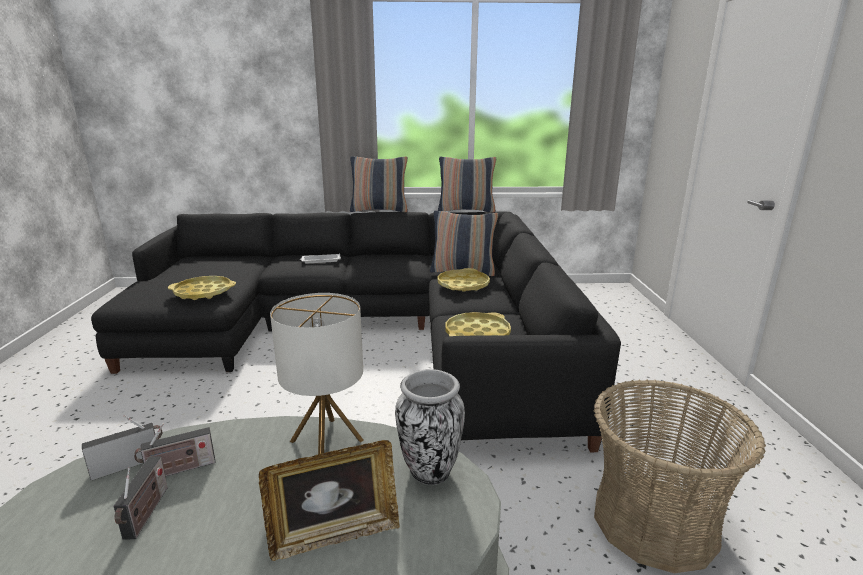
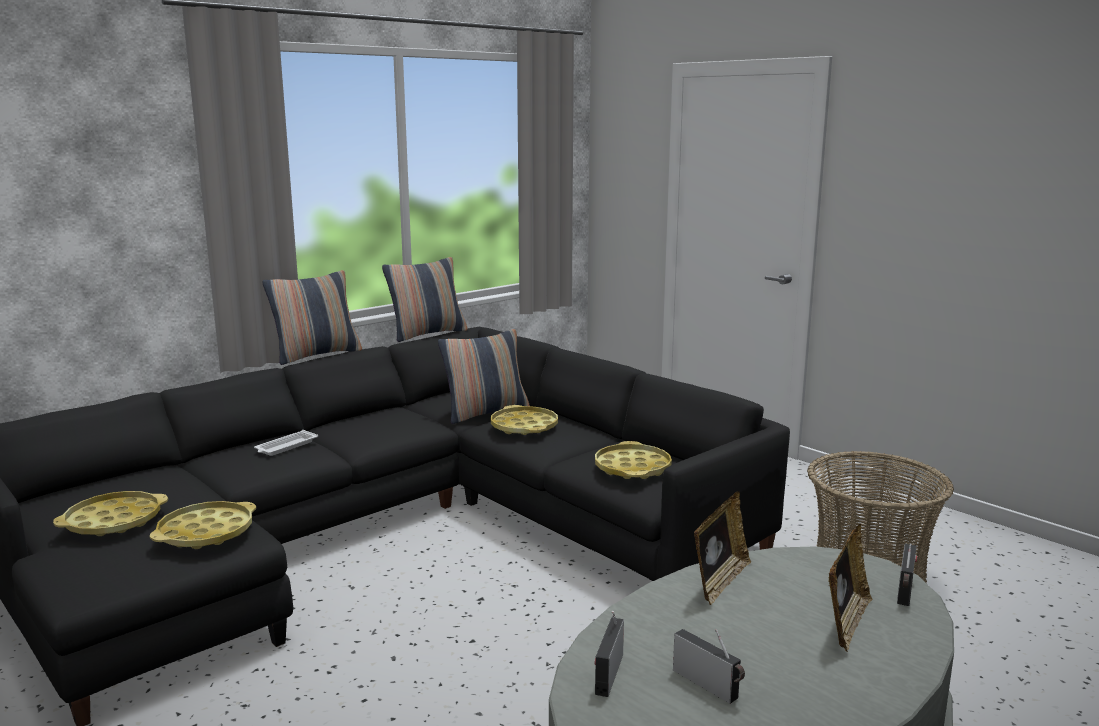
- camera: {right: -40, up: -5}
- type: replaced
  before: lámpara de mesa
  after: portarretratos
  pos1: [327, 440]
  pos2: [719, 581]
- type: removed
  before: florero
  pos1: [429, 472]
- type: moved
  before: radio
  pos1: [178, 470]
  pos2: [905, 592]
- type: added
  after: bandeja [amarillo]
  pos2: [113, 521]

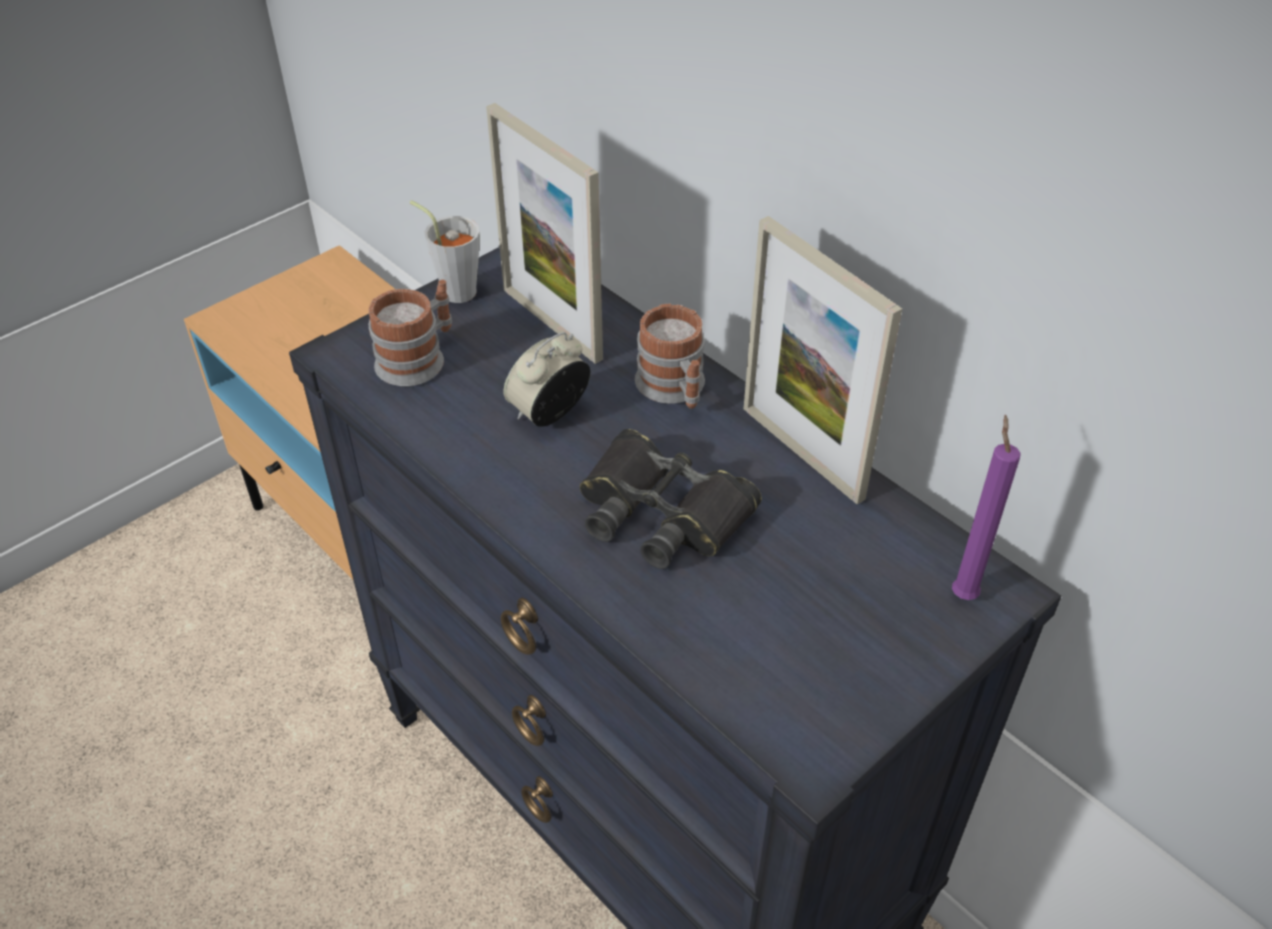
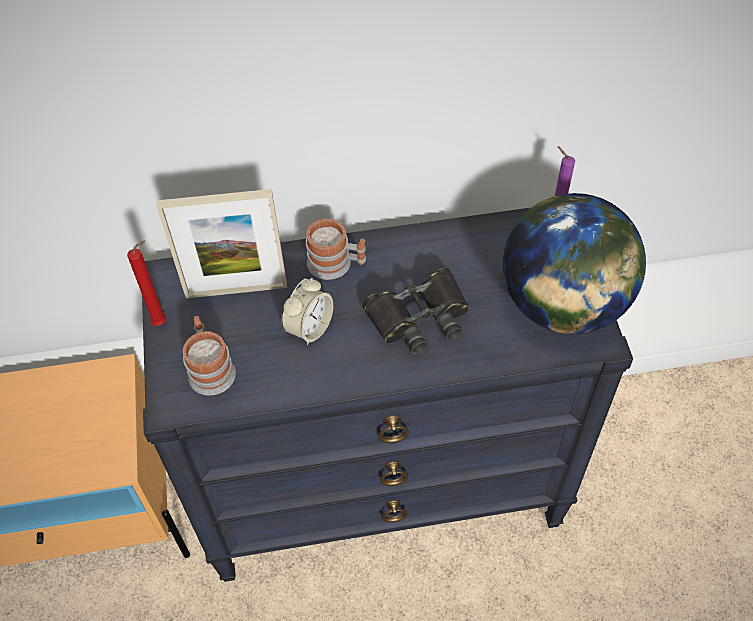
- camera: {right: -55, up: 10}
- type: replaced
  before: taza [gris]
  after: vela [rojo]
  pos1: [453, 289]
  pos2: [162, 322]
- type: removed
  before: portarretratos
  pos1: [802, 452]
- type: turned
  before: despertador
  pos1: [549, 413]
  pos2: [309, 328]
  turn: -135
- type: added
  after: globo terráqueo
  pos2: [562, 305]

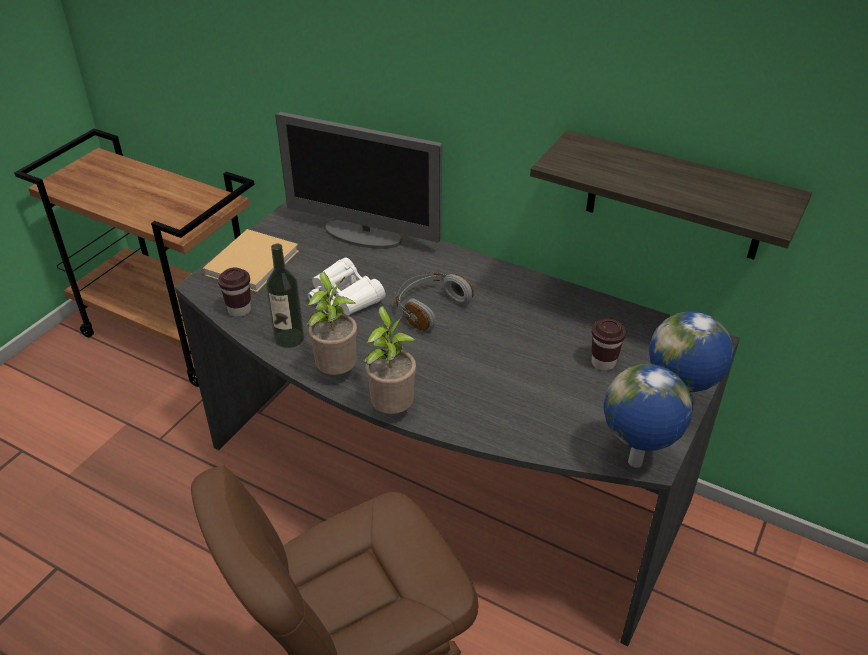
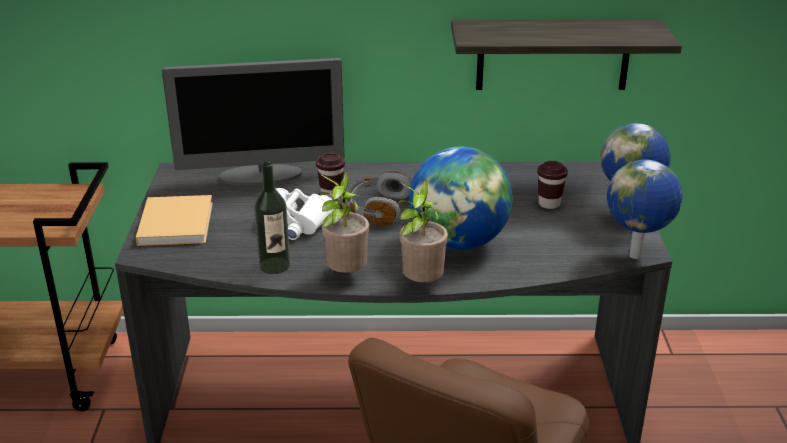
- camera: {right: -30, up: -10}
- type: moved
  before: taza [marrón]
  pos1: [239, 310]
  pos2: [331, 195]
- type: added
  after: globo terráqueo
  pos2: [458, 242]

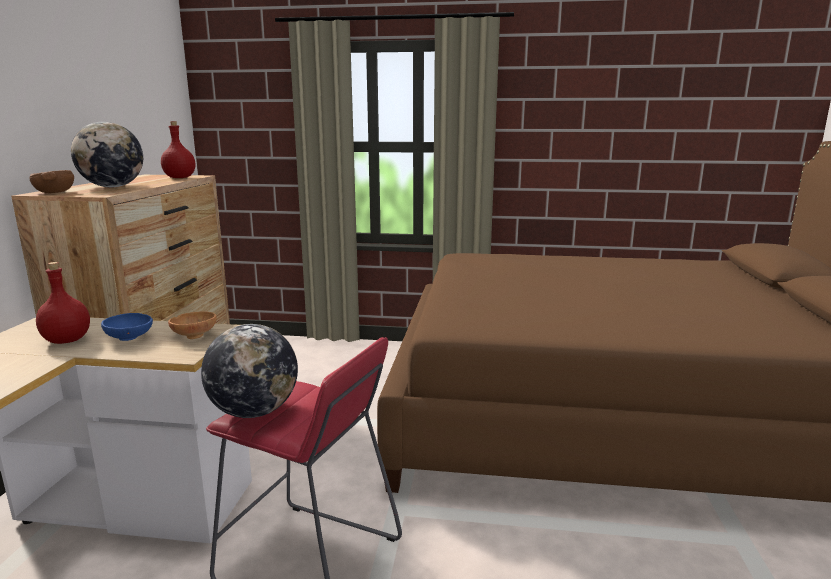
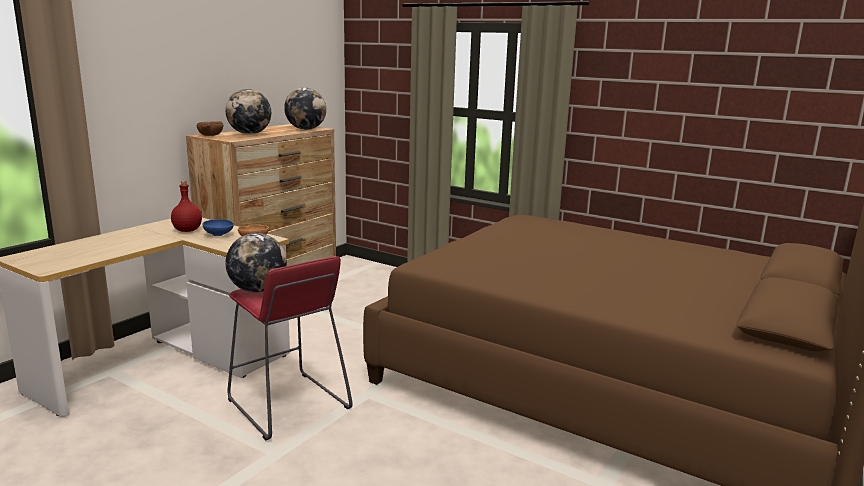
- camera: {right: 25, up: 0}
- type: replaced
  before: botella [rojo]
  after: globo terráqueo
  pos1: [180, 178]
  pos2: [306, 129]

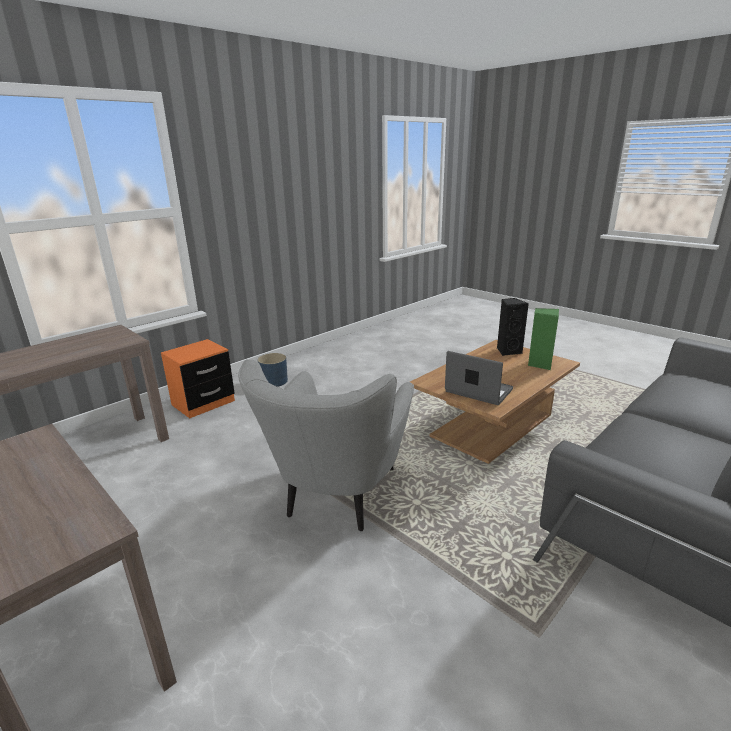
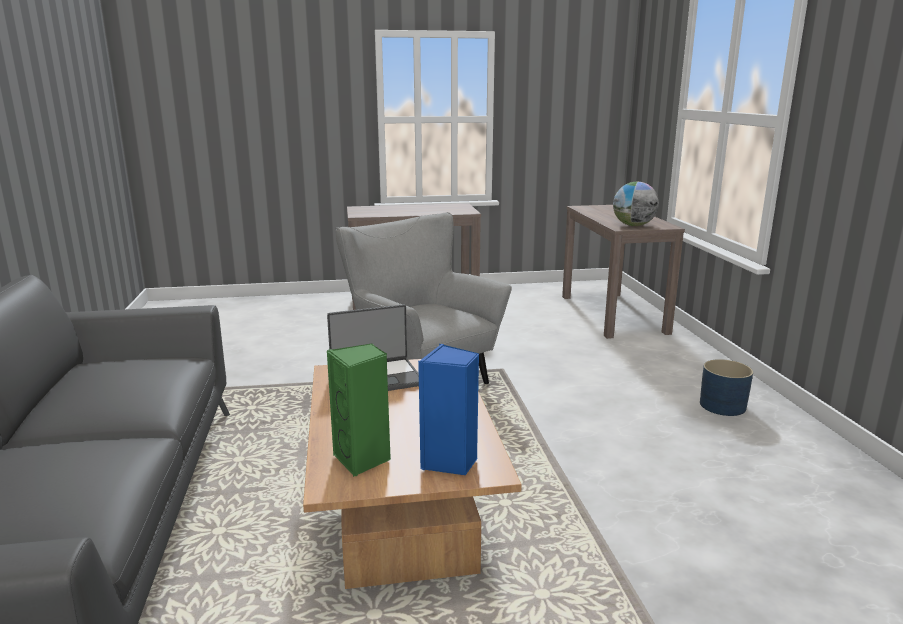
- camera: {right: 125, up: -5}
- type: recoloured
  before: altavoz [negro]
  after: altavoz [azul]
  pos1: [508, 351]
  pos2: [450, 462]
- type: removed
  before: mesita de noche [naranja]
  pos1: [203, 403]
- type: added
  after: globo terráqueo
  pos2: [633, 225]

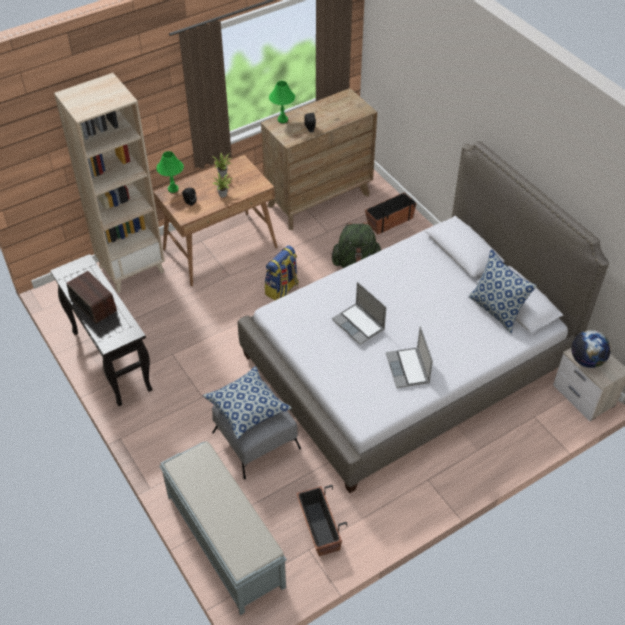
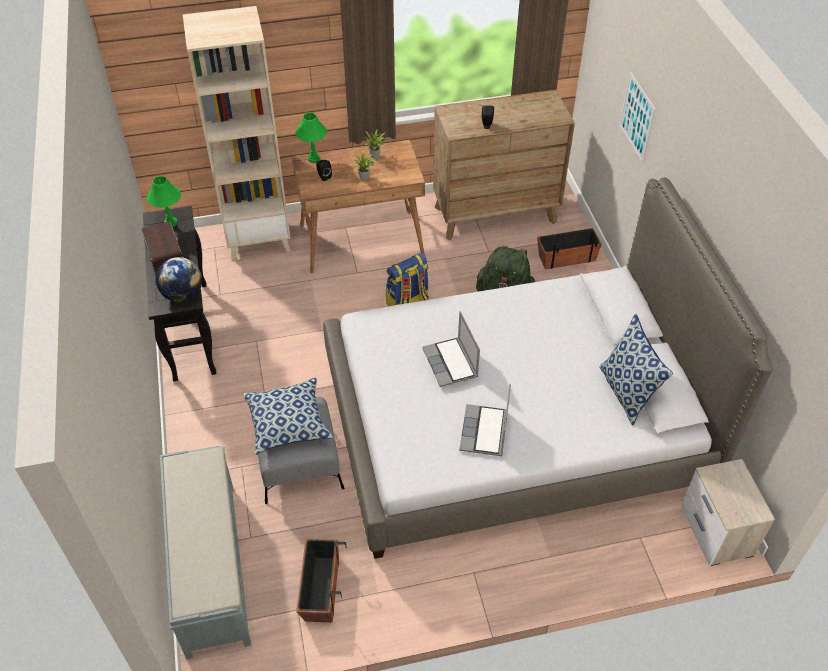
- camera: {right: 20, up: 0}
- type: moved
  before: lámpara de mesa [verde]
  pos1: [282, 120]
  pos2: [170, 223]
- type: moved
  before: globo terráqueo
  pos1: [587, 360]
  pos2: [183, 295]
- type: added
  after: cuadro
  pos2: [637, 117]

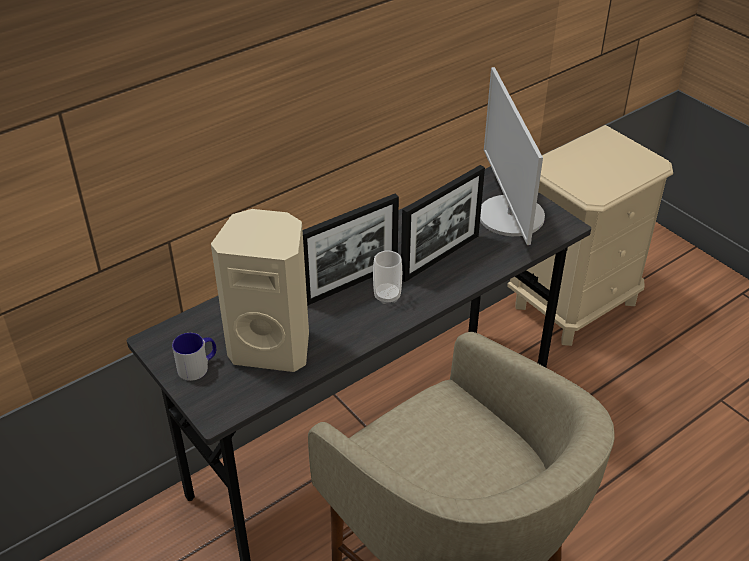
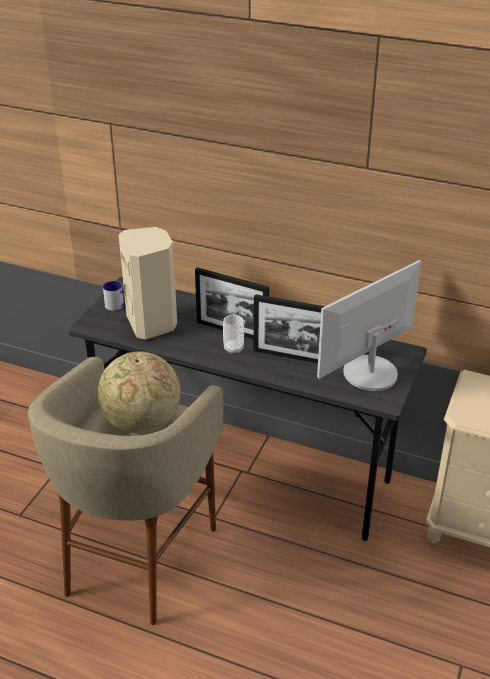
- camera: {right: 60, up: -5}
- type: added
  after: globo terráqueo
  pos2: [141, 423]

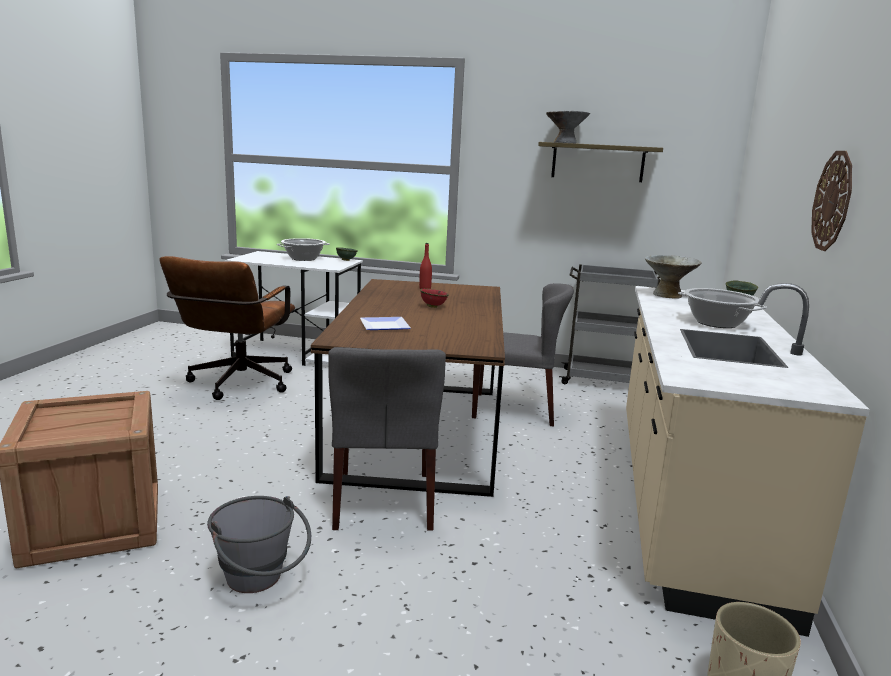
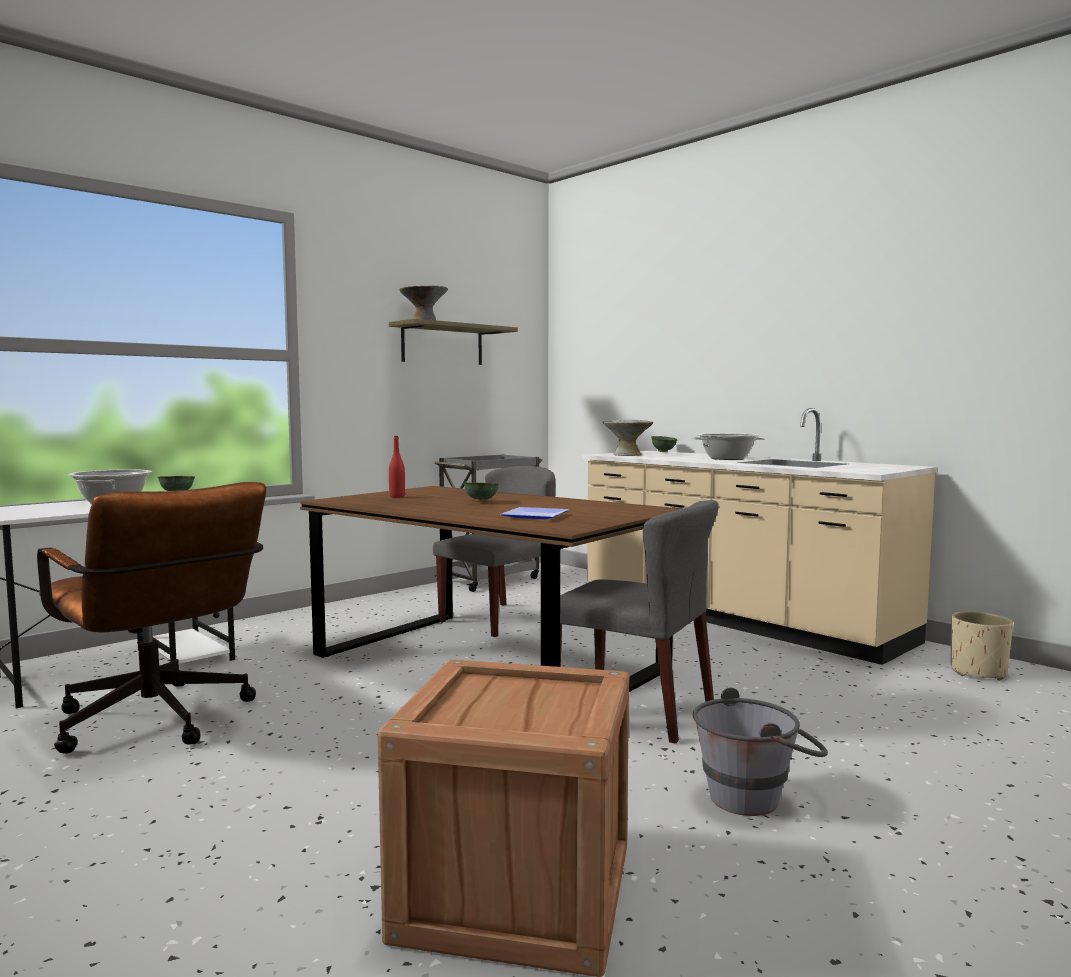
- camera: {right: -55, up: -10}
- type: removed
  before: reloj de pared
  pos1: [833, 201]
- type: recoloured
  before: cuenco [rojo]
  after: cuenco [verde]
  pos1: [433, 306]
  pos2: [480, 502]

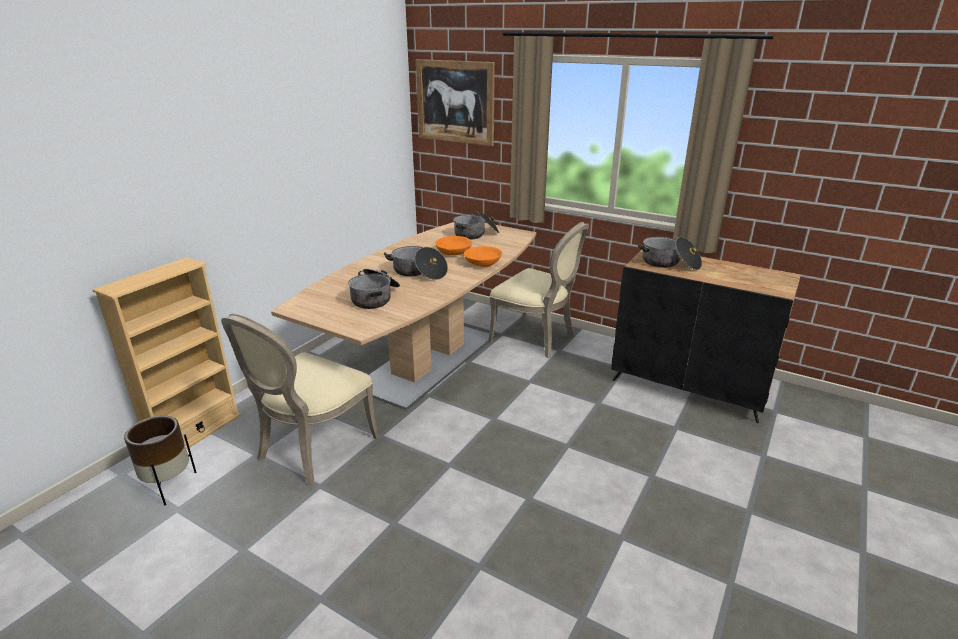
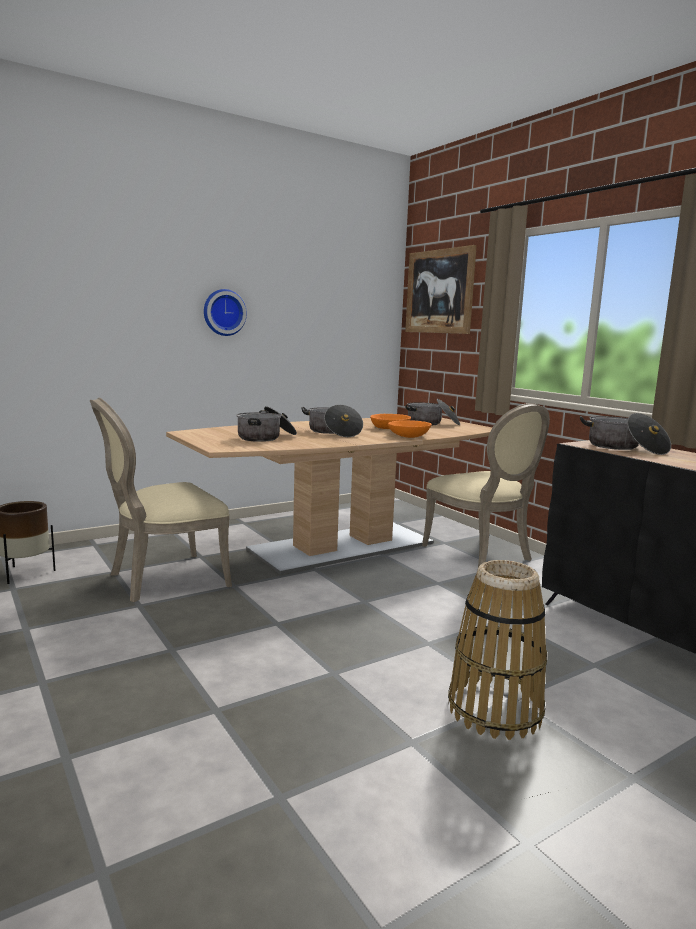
- camera: {right: 25, up: -15}
- type: removed
  before: estantería [beis]
  pos1: [195, 433]
- type: added
  after: reloj de pared
  pos2: [223, 312]
- type: added
  after: cesta
  pos2: [495, 710]

